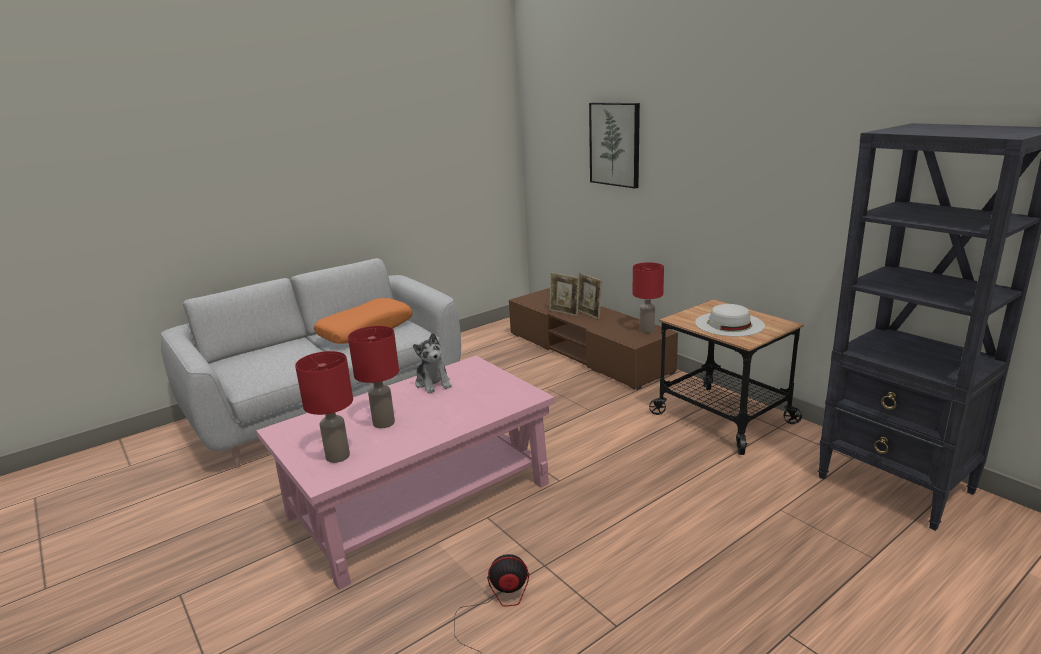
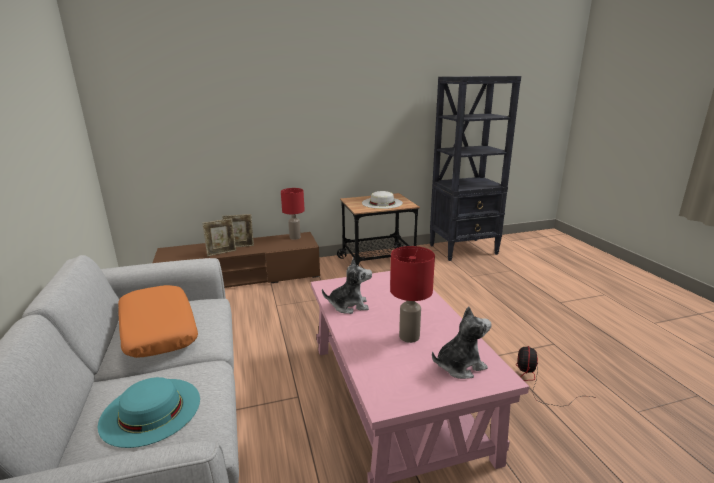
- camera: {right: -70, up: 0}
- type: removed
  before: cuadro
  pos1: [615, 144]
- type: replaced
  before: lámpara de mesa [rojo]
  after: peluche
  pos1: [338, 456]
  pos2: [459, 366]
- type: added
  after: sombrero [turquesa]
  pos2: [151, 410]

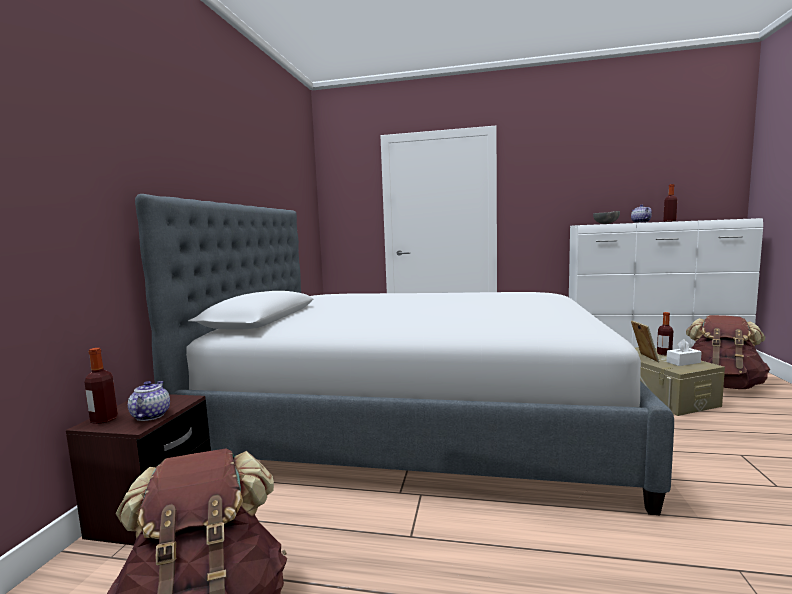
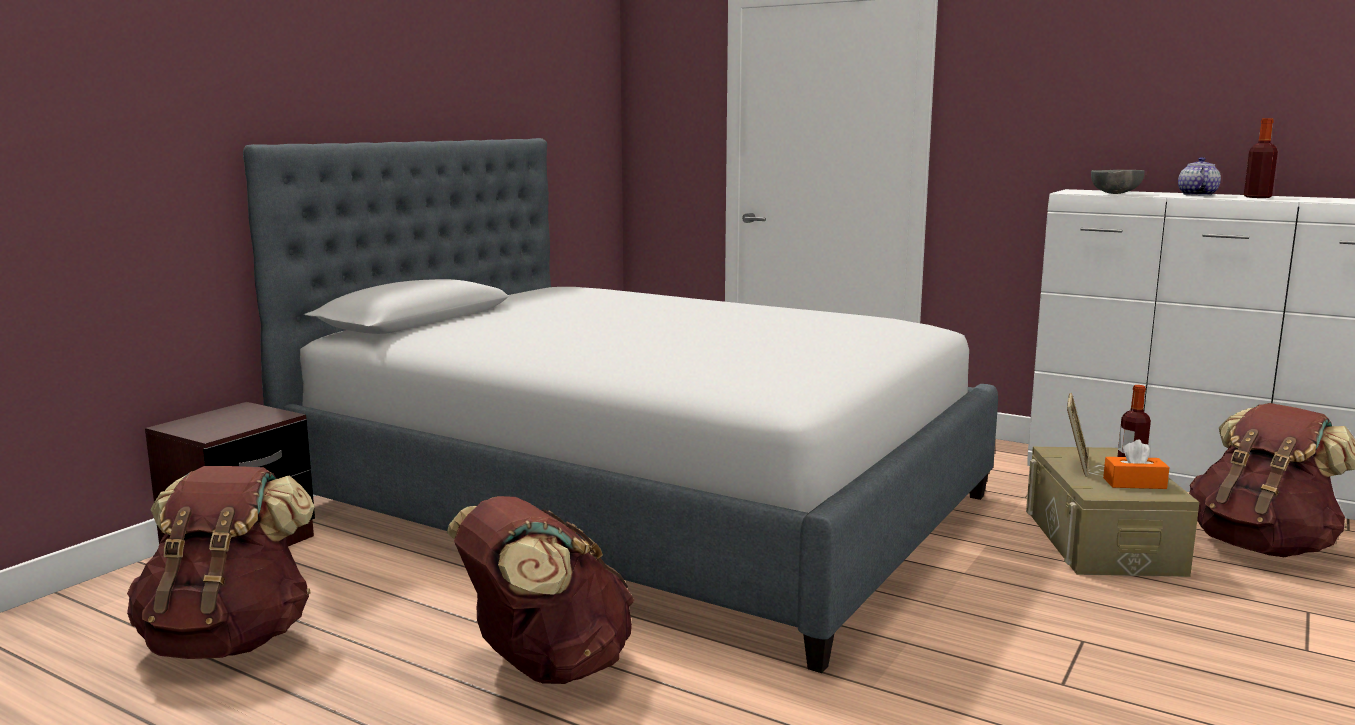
- camera: {right: 20, up: 5}
- type: recoloured
  before: caja de pañuelos [blanco]
  after: caja de pañuelos [naranja]
  pos1: [683, 362]
  pos2: [1134, 483]
- type: removed
  before: botella
  pos1: [104, 420]
- type: removed
  before: tetera
  pos1: [151, 415]
- type: added
  after: mochila [marrón]
  pos2: [545, 667]

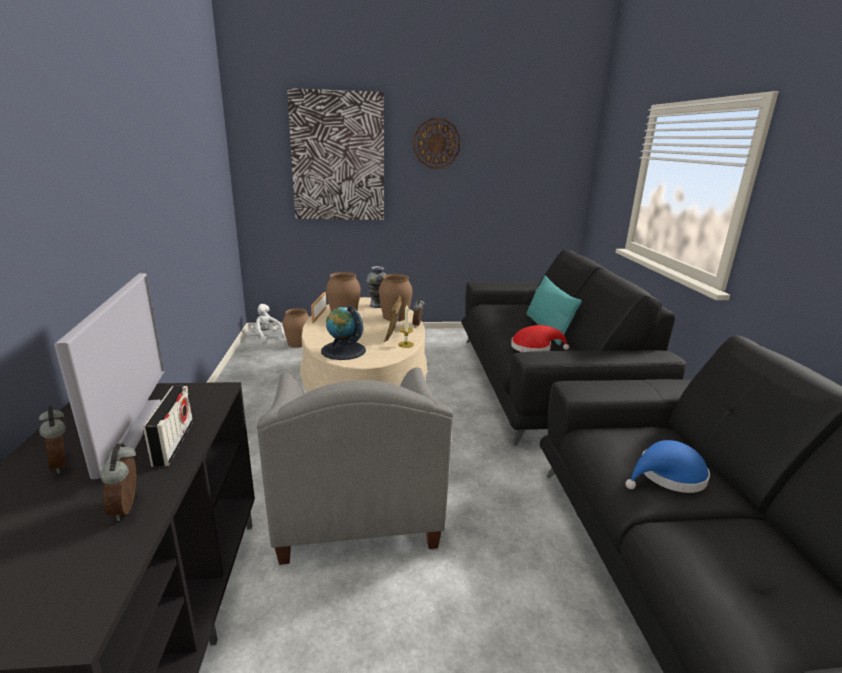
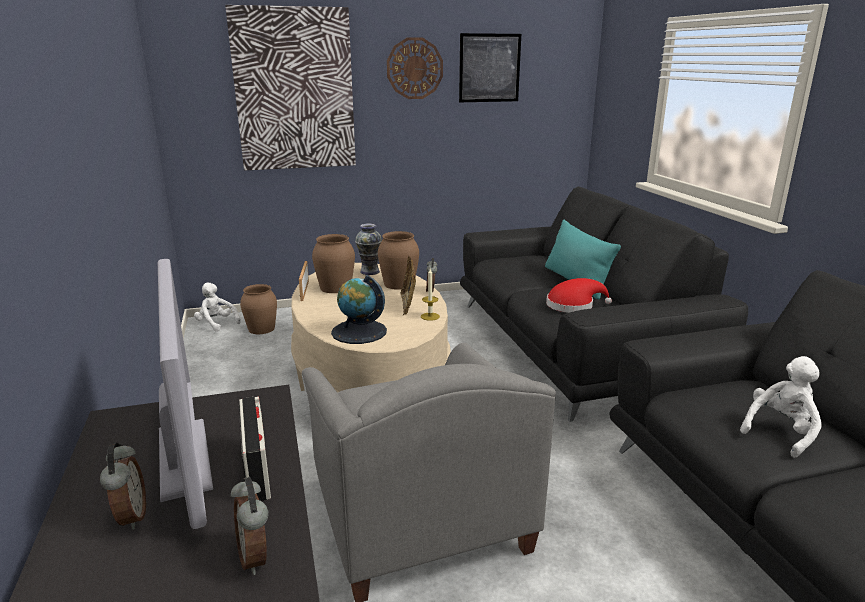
- camera: {right: -10, up: 0}
- type: turned
  before: despertador
  pos1: [63, 464]
  pos2: [130, 517]
  turn: -150
- type: replaced
  before: sombrero [azul]
  after: peluche [blanco]
  pos1: [667, 476]
  pos2: [780, 432]
- type: added
  after: cuadro
  pos2: [489, 68]

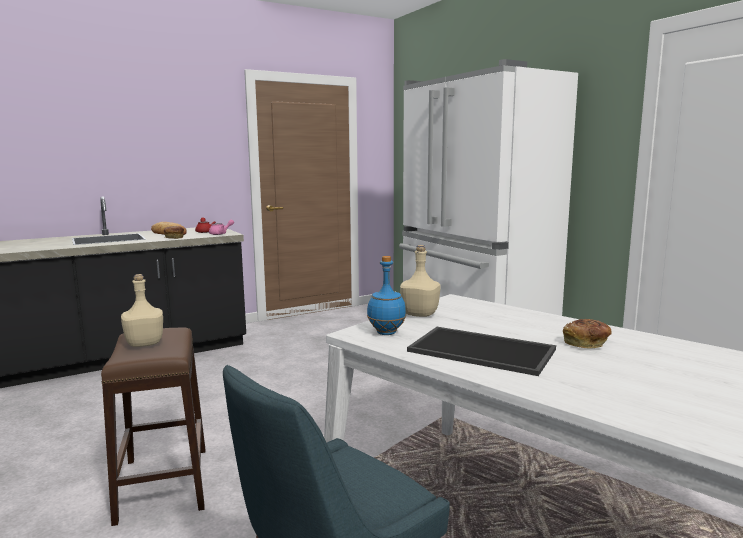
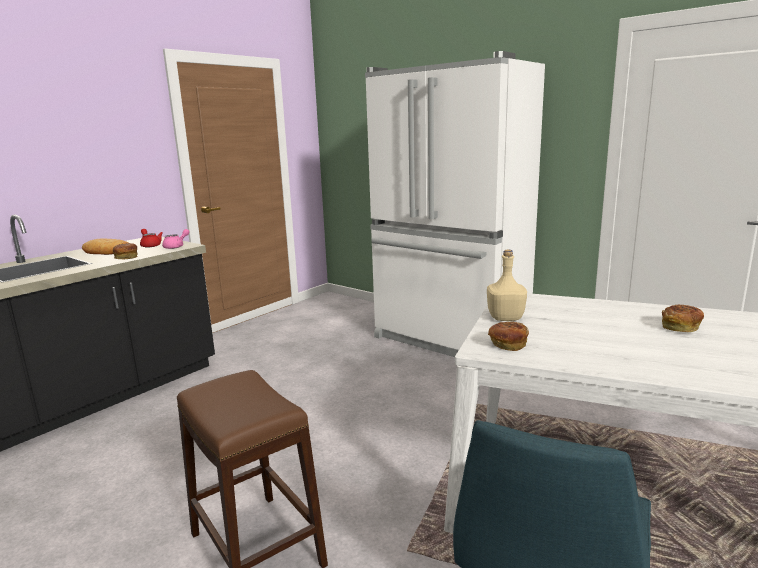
- camera: {right: -20, up: 5}
- type: replaced
  before: botella [azul]
  after: pan
  pos1: [386, 333]
  pos2: [508, 345]
- type: removed
  before: botella [beis]
  pos1: [144, 344]
- type: removed
  before: bandeja
  pos1: [483, 350]

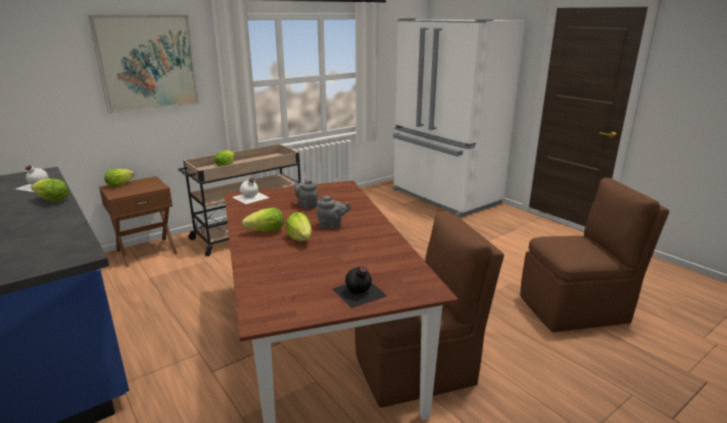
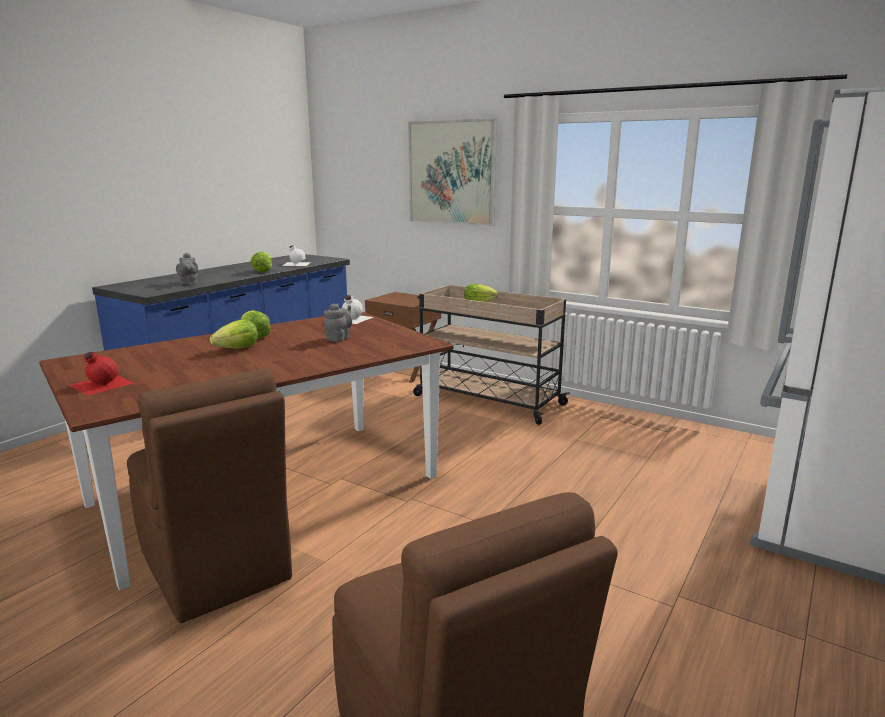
- camera: {right: 70, up: -5}
- type: removed
  before: lechuga
  pos1: [119, 184]
- type: moved
  before: tetera [gris]
  pos1: [332, 226]
  pos2: [189, 283]
- type: recoloured
  before: botella [negro]
  after: botella [rojo]
  pos1: [359, 292]
  pos2: [100, 384]

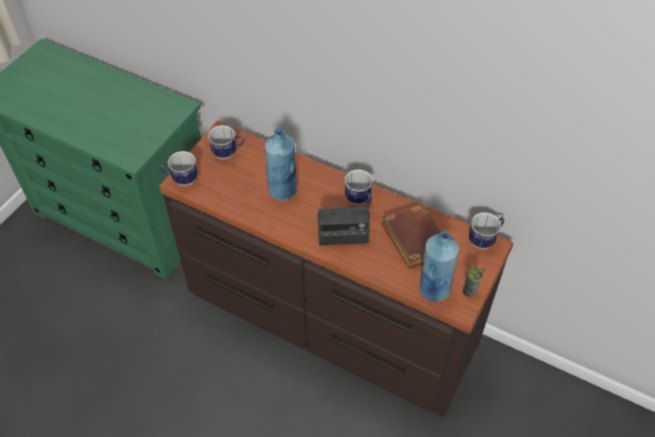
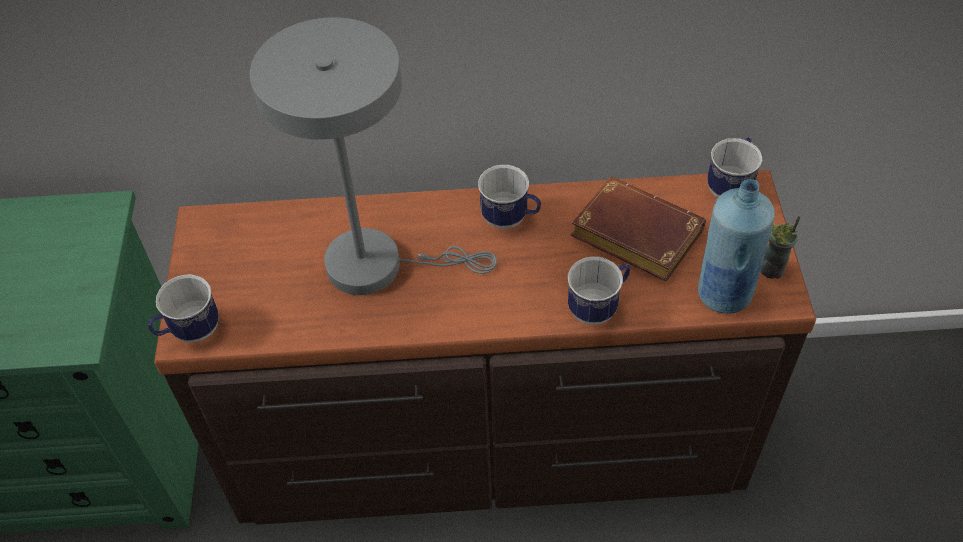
- camera: {right: -30, up: 0}
- type: moved
  before: taza grande
  pos1: [228, 153]
  pos2: [598, 307]
- type: replaced
  before: botella [azul]
  after: lámpara de mesa [gris]
  pos1: [282, 191]
  pos2: [378, 264]
- type: removed
  before: radio
  pos1: [343, 237]

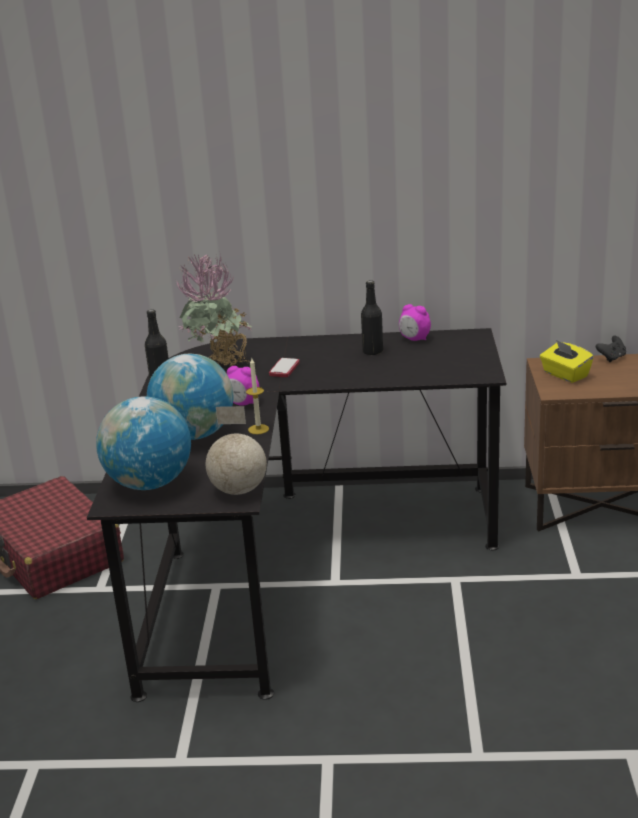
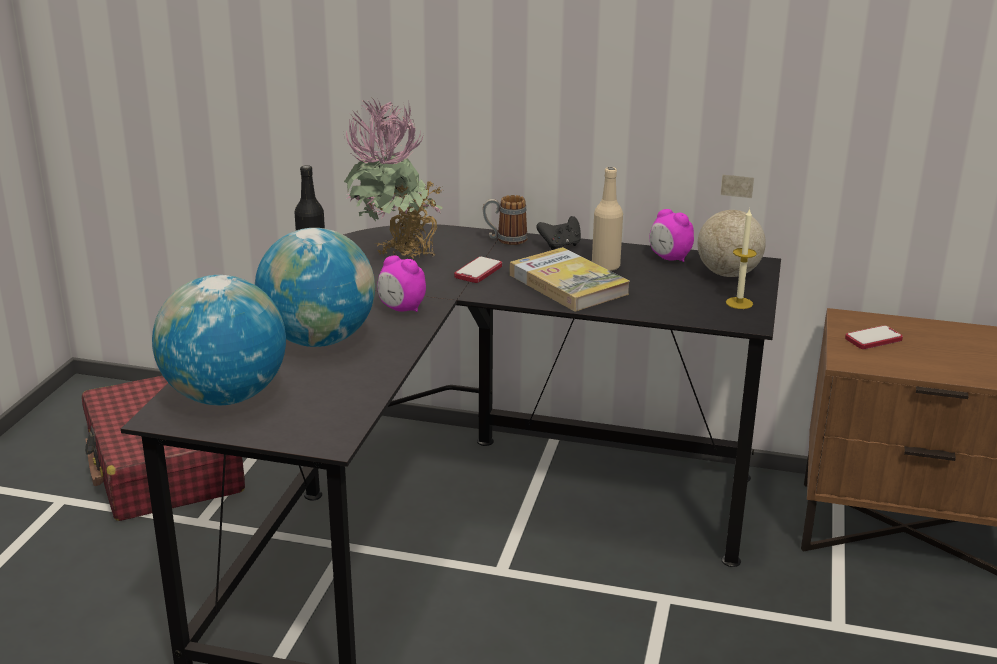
- camera: {right: 10, up: 0}
- type: recoloured
  before: botella [negro]
  after: botella [beis]
  pos1: [373, 352]
  pos2: [605, 266]
- type: moved
  before: mando de consola [negro]
  pos1: [611, 358]
  pos2: [560, 246]
- type: replaced
  before: caja de pañuelos [amarillo]
  after: móvil
  pos1: [565, 375]
  pos2: [873, 339]
- type: moved
  before: vela
  pos1: [258, 429]
  pos2: [739, 303]
- type: moved
  before: globo terráqueo
  pos1: [239, 490]
  pos2: [728, 274]
- type: added
  after: taza grande
  pos2: [505, 240]
- type: added
  after: libro
  pos2: [568, 284]

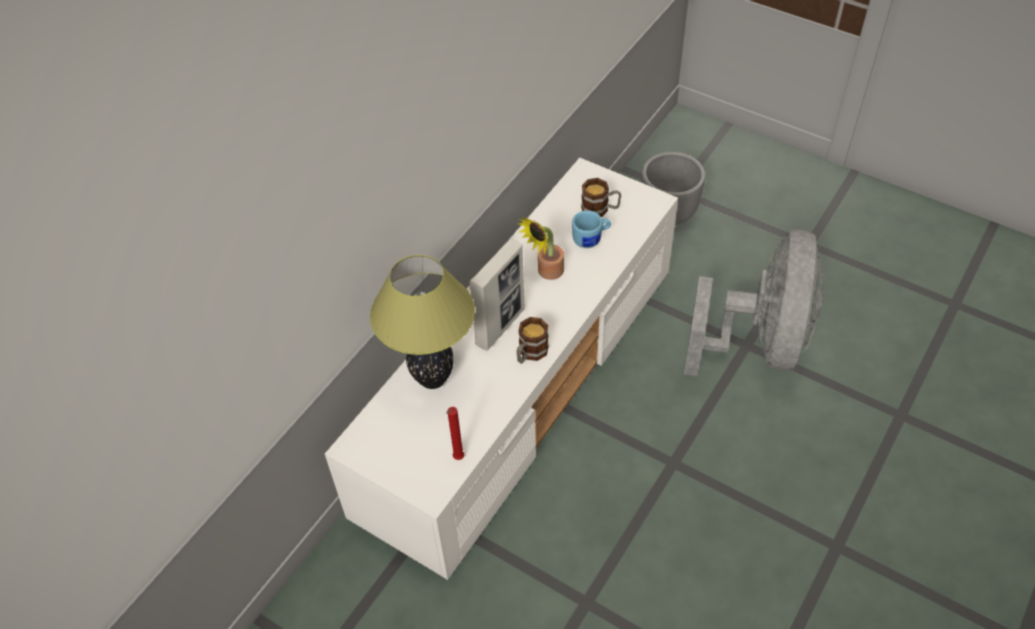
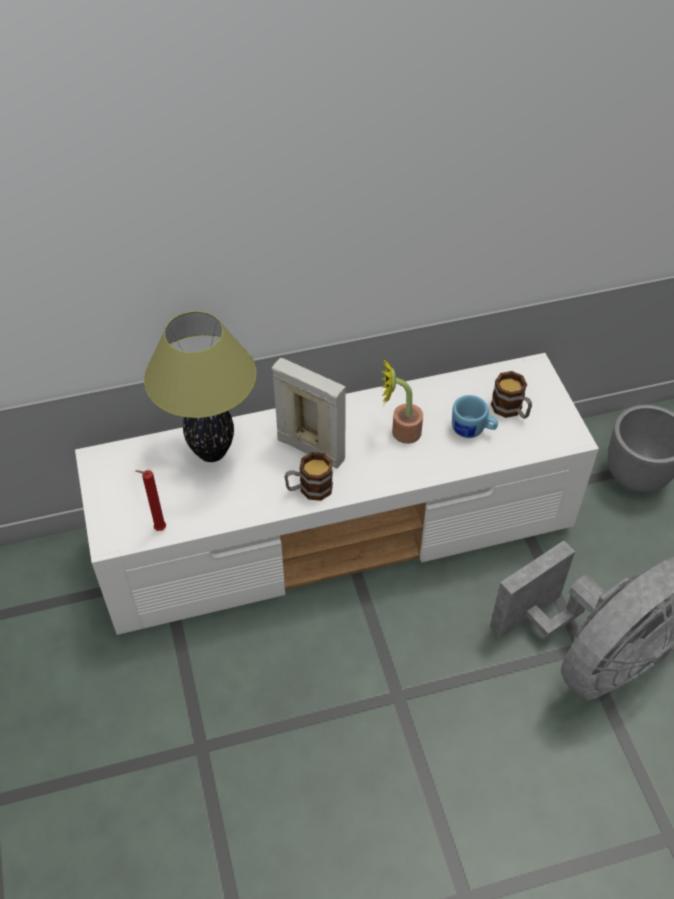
- camera: {right: 40, up: 0}
- type: turned
  before: portarretratos
  pos1: [500, 327]
  pos2: [310, 449]
  turn: -135

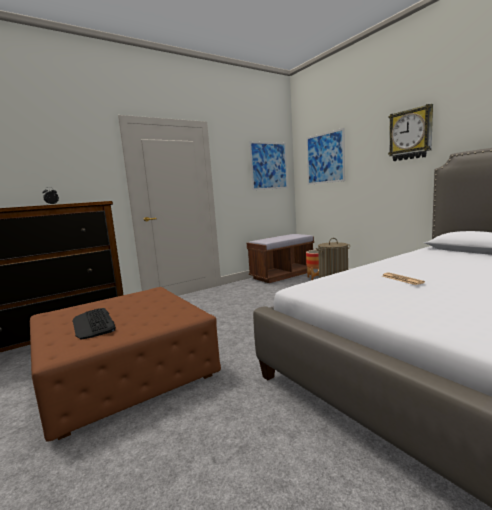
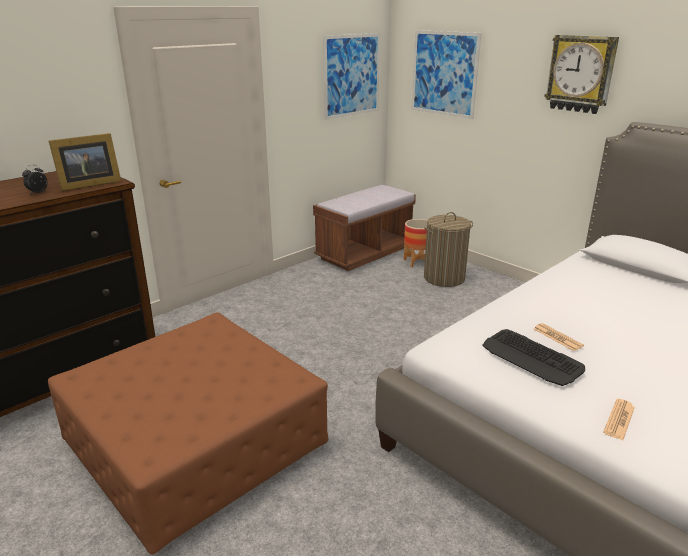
- camera: {right: -10, up: 15}
- type: moved
  before: teclado
  pos1: [93, 324]
  pos2: [531, 358]
- type: added
  after: portarretratos
  pos2: [87, 184]
- type: added
  after: periódico
  pos2: [619, 420]

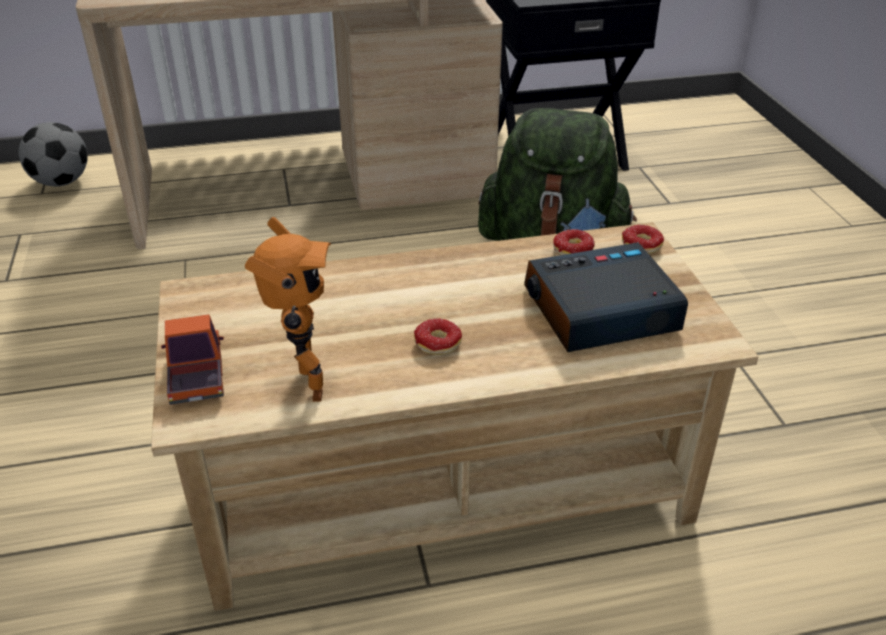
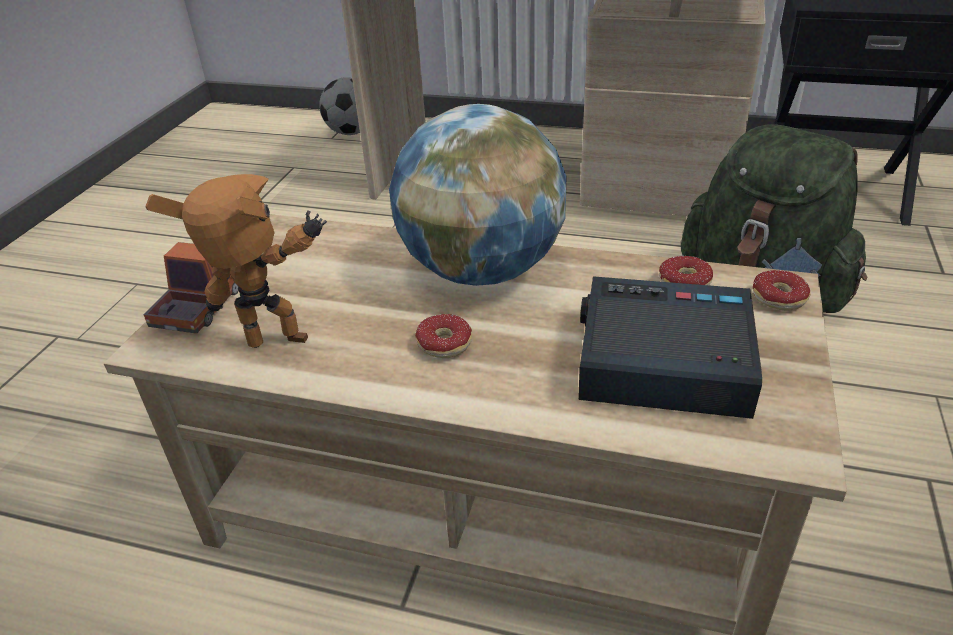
- camera: {right: 30, up: 0}
- type: turned
  before: robot de juguete
  pos1: [303, 387]
  pos2: [277, 348]
  turn: -105
- type: added
  after: globo terráqueo
  pos2: [482, 270]

